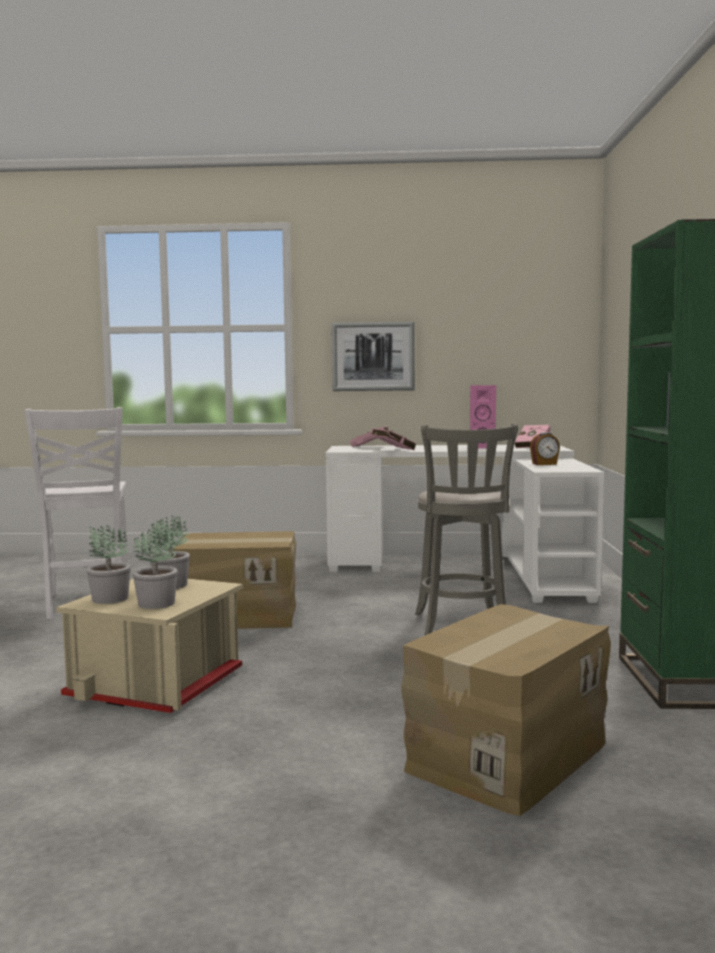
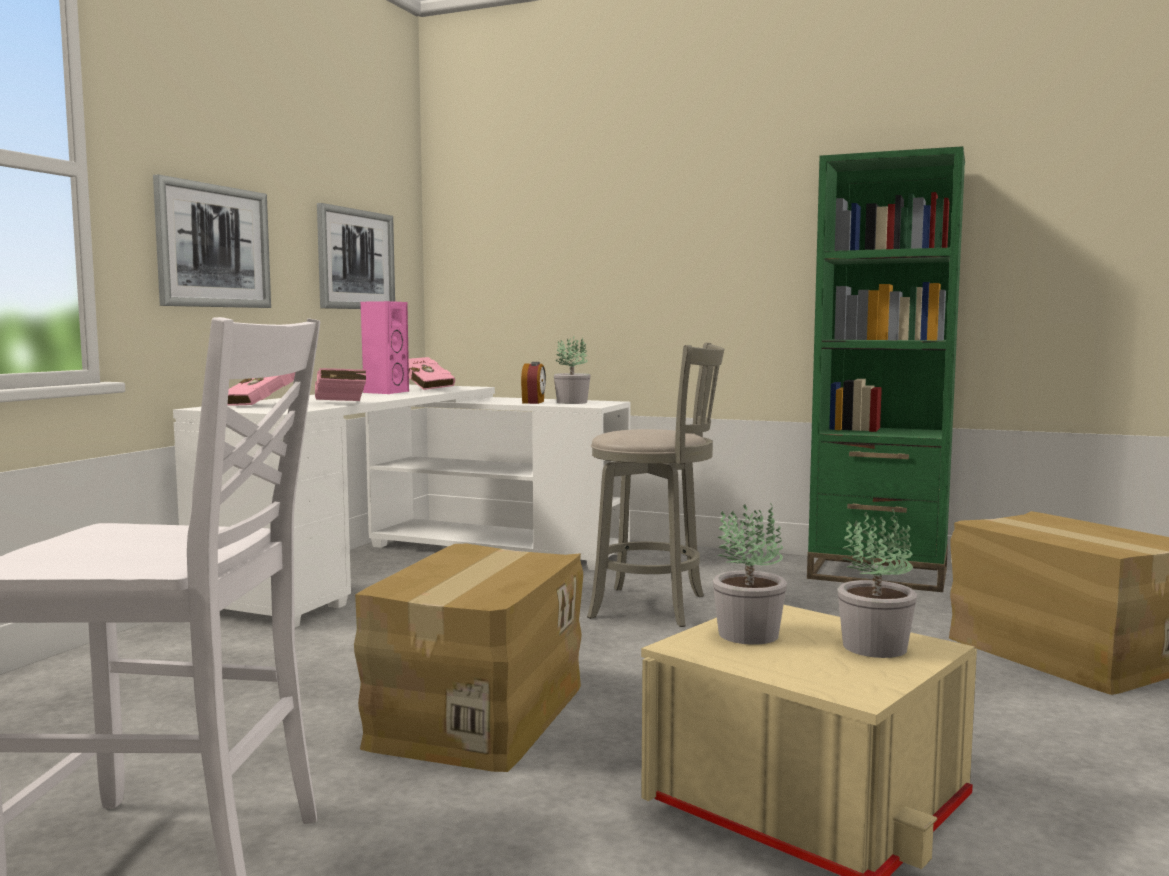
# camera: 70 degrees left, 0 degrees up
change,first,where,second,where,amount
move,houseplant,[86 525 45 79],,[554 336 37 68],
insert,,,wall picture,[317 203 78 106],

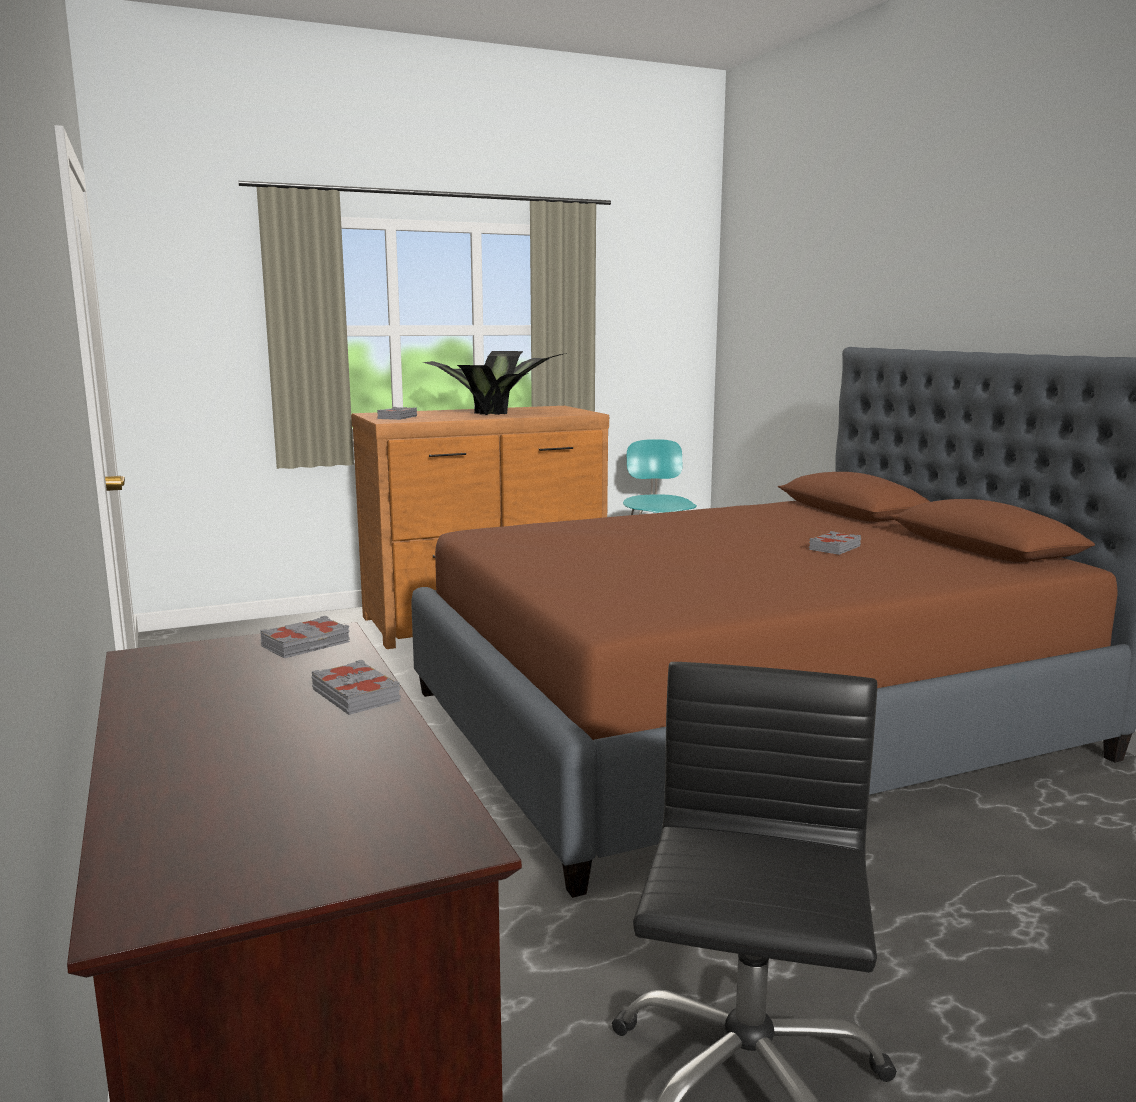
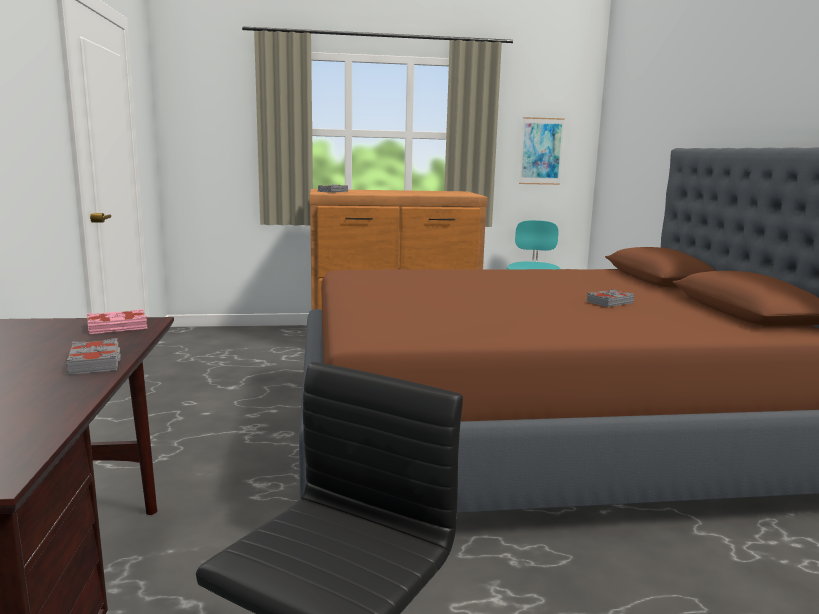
# camera: 15 degrees right, 0 degrees up
change,first,where,second,where,amount
recolor,grey book,[260 616 90 42],pinkish book,[87 309 60 25],
delete,houseplant,[423 351 144 64],,,
insert,,,wall picture,[519 117 46 68],

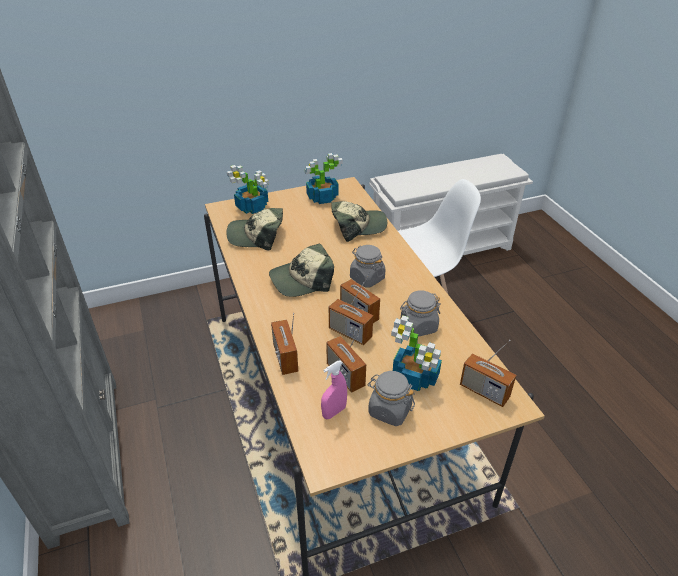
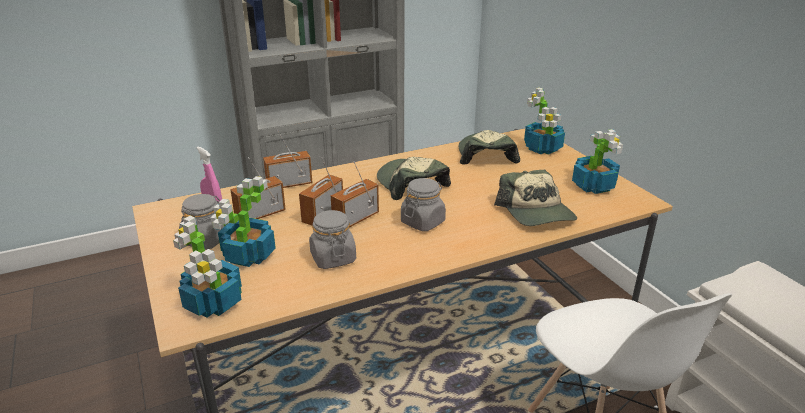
# camera: 85 degrees right, 10 degrees down
change,first,where,second,where,amount
replace,radio,[460 340 56 67],houseplant,[173 216 69 102],

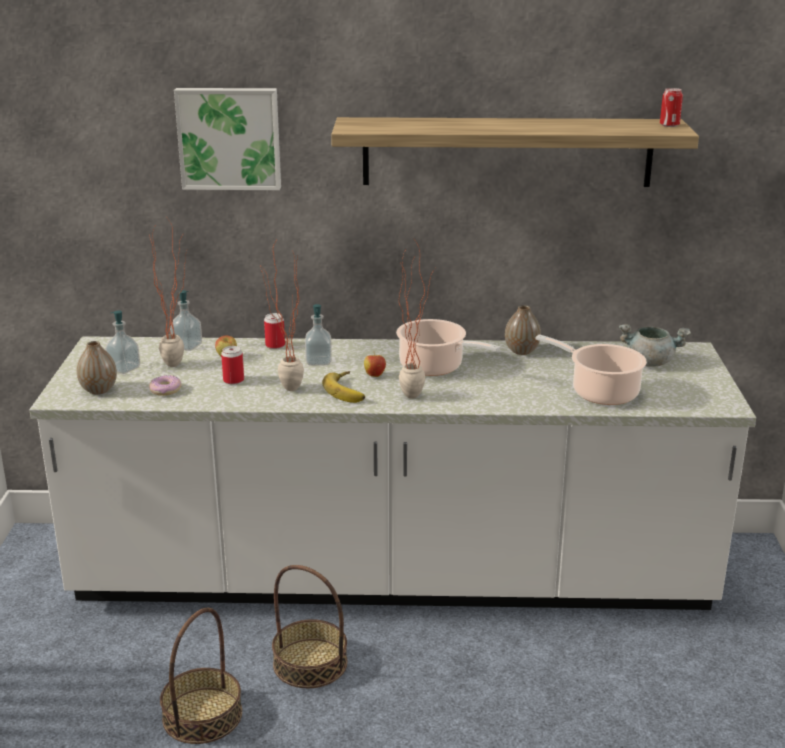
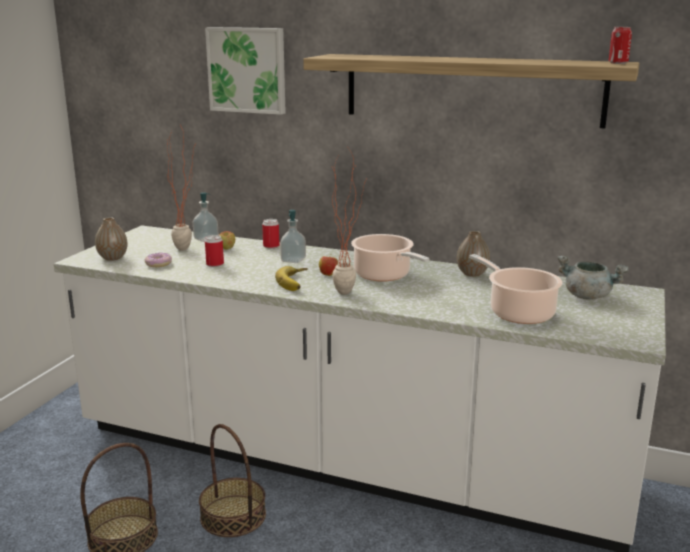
# camera: 20 degrees right, 5 degrees down
change,first,where,second,where,amount
delete,soap bottle,[105 311 35 63],,,
delete,houseplant,[260 238 44 153],,,

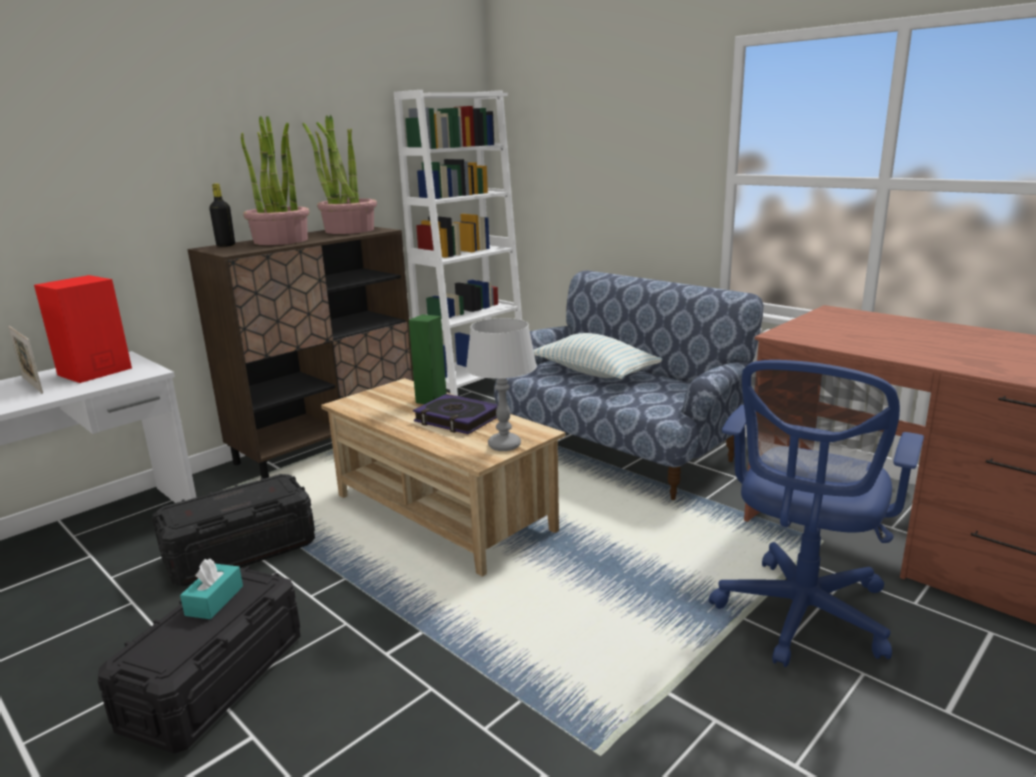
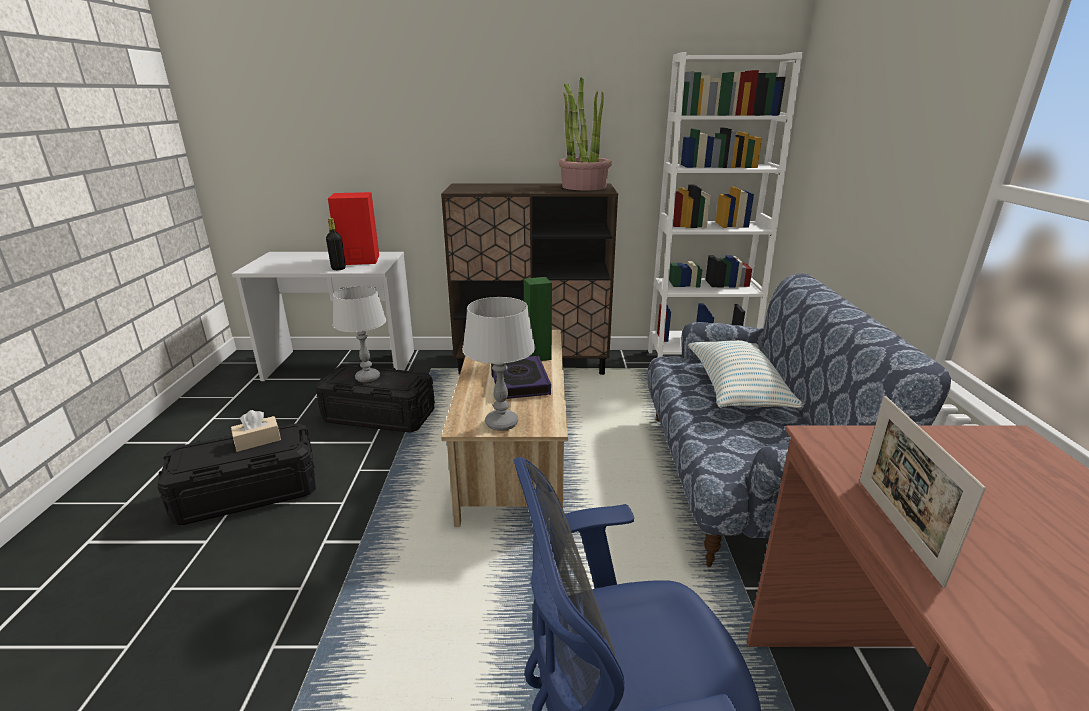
# camera: 45 degrees right, 5 degrees up
change,first,where,second,where,amount
move,picture frame,[8 326 35 68],,[859 396 127 191],
recolor,turquoise tissue holder,[180 559 63 60],sand-coloured tissue holder,[231 410 50 42],
move,blackish bottle,[209 183 26 64],,[326 218 20 52],
delete,houseplant,[241 116 68 129],,,
insert,,,grey tabletop lamp,[333 286 53 97],

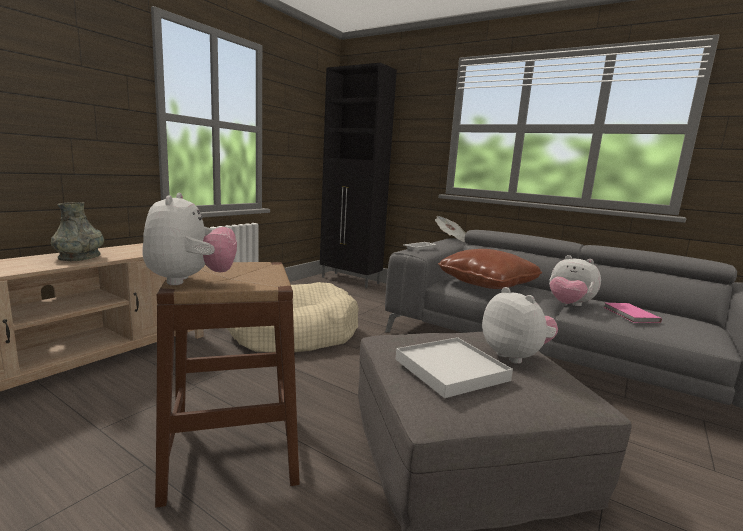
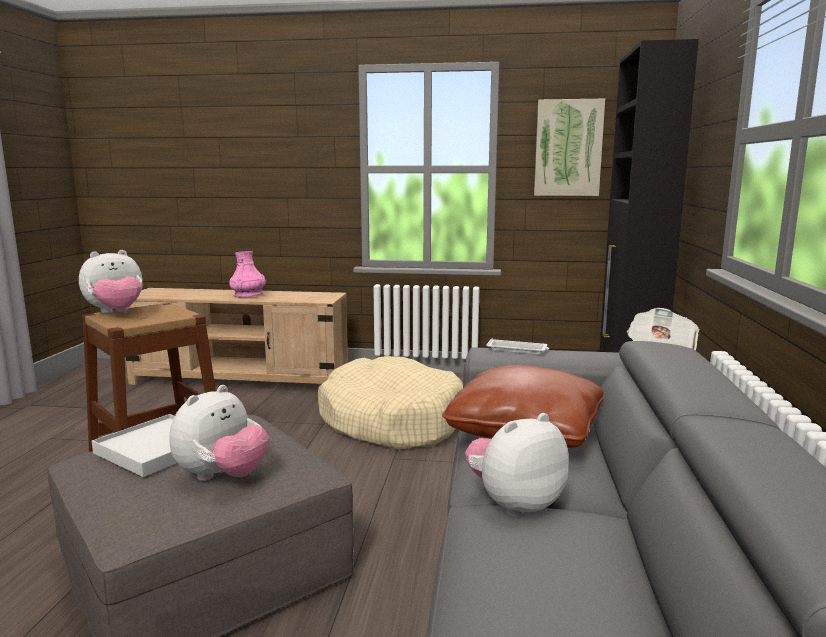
# camera: 65 degrees right, 0 degrees up
change,first,where,second,where,amount
recolor,grey vase,[51 202 53 59],pinkish vase,[229 251 37 47],
rotate,cuddly toy,[549 255 52 51],,[465 413 104 104],45 degrees clockwise
delete,pinkish book,[604 303 58 20],,,
insert,,,wall picture,[534 99 71 97],

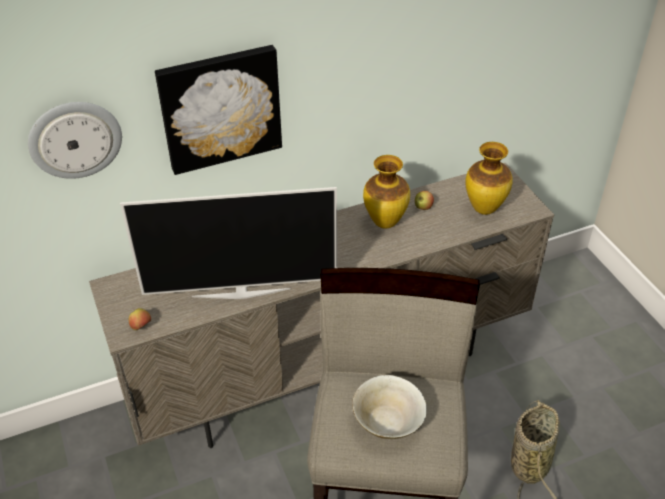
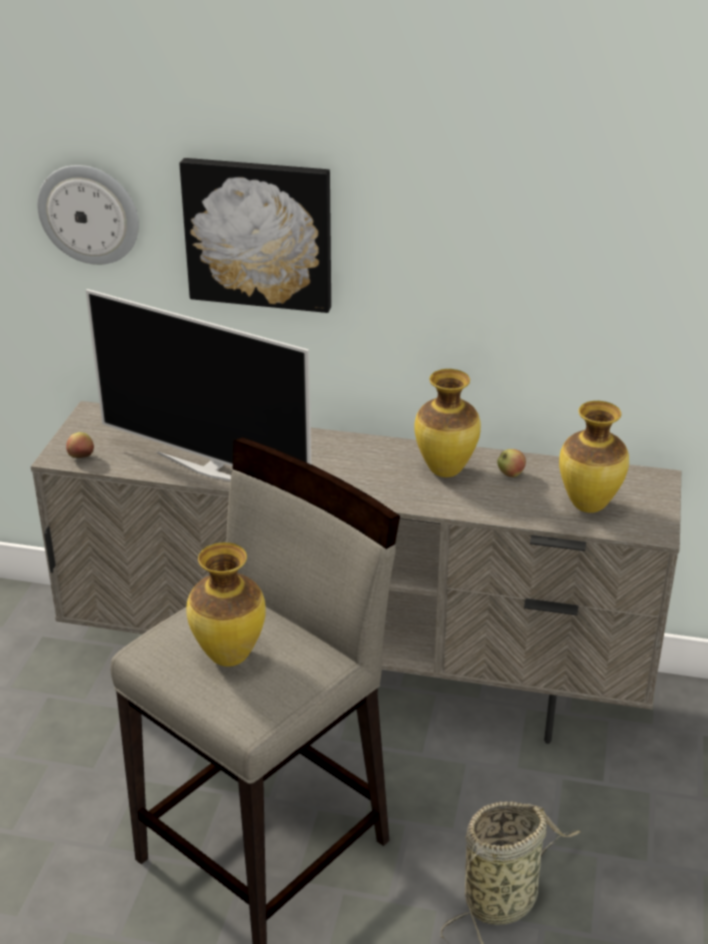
# camera: 35 degrees right, 10 degrees down
change,first,where,second,where,amount
replace,sand-coloured serving bowl,[352 375 75 64],vase,[186 542 80 125],

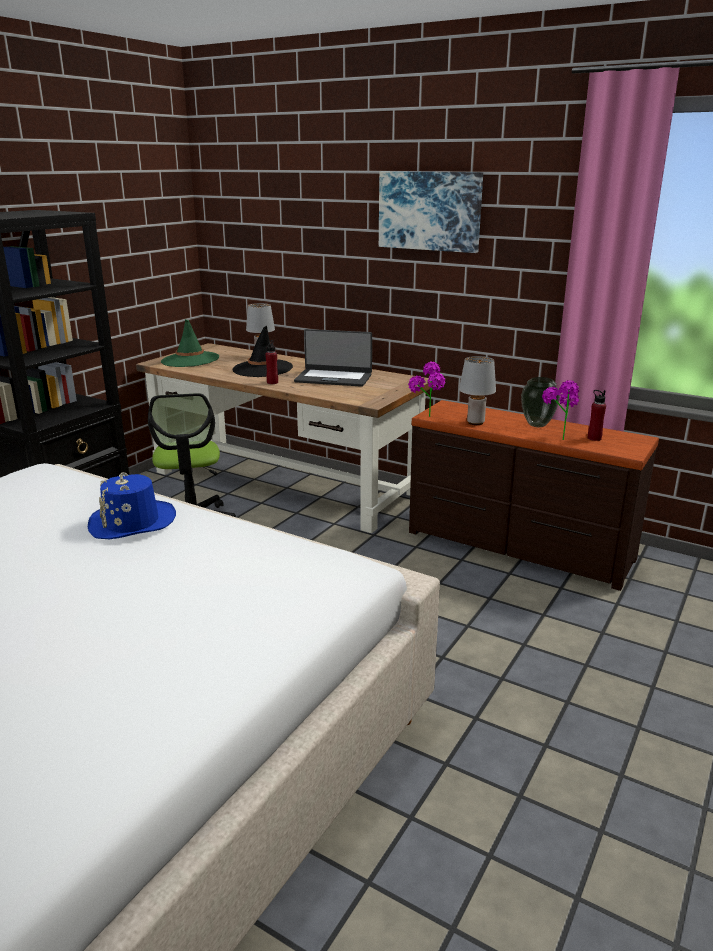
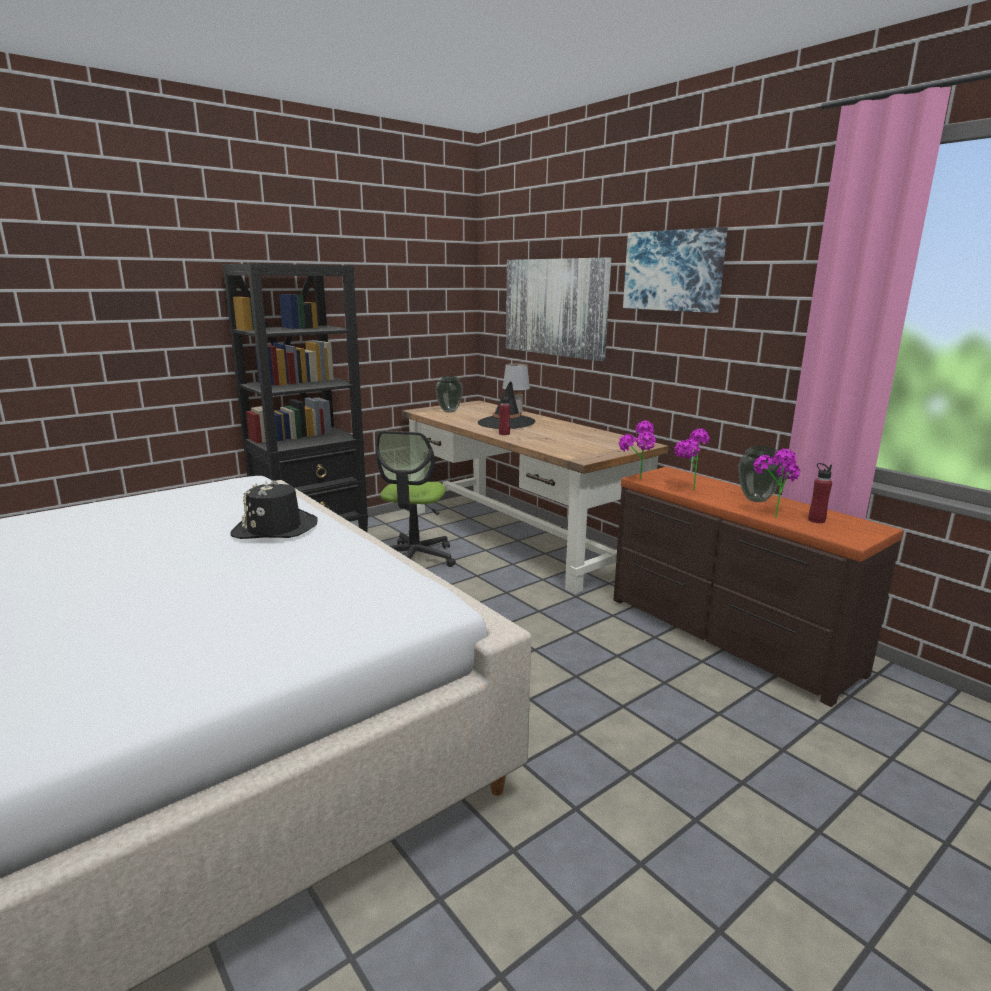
# camera: 20 degrees right, 5 degrees down
change,first,where,second,where,amount
recolor,blue-coloured clothing hat,[88 472 88 67],blackish clothing hat,[231 480 86 59],
replace,greenish clothing hat,[161 319 58 48],vase,[435 376 28 36],
delete,portable computer,[294 329 78 58],,,
replace,grey tabletop lamp,[459 356 37 69],houseplant,[674 429 36 61],
insert,,,wall picture,[506 257 105 104],

